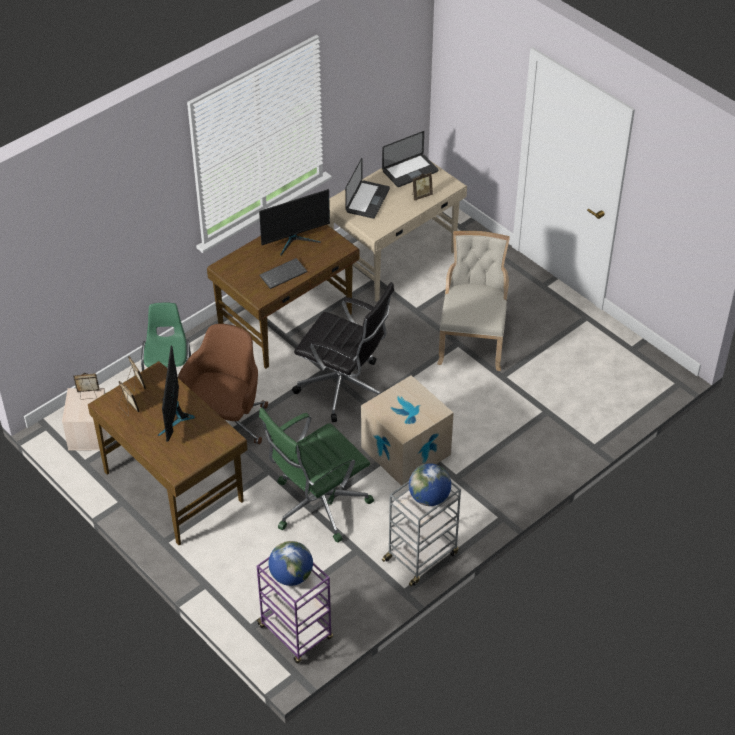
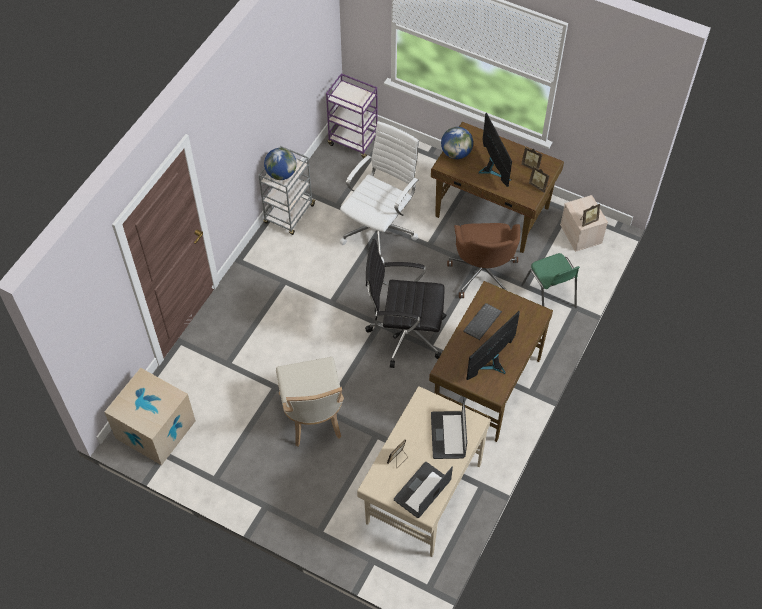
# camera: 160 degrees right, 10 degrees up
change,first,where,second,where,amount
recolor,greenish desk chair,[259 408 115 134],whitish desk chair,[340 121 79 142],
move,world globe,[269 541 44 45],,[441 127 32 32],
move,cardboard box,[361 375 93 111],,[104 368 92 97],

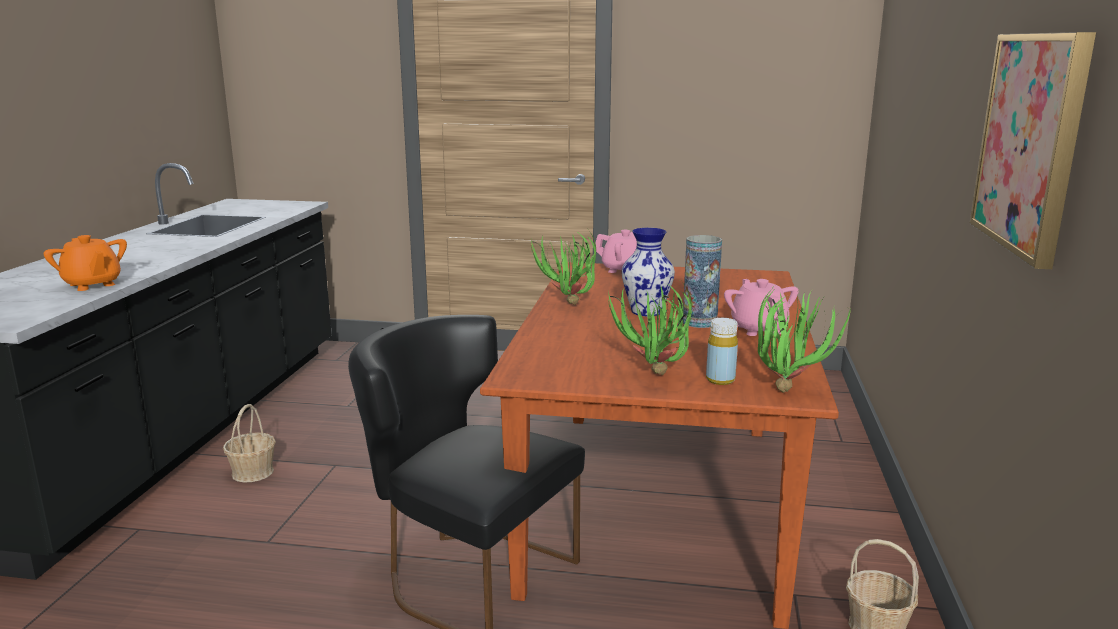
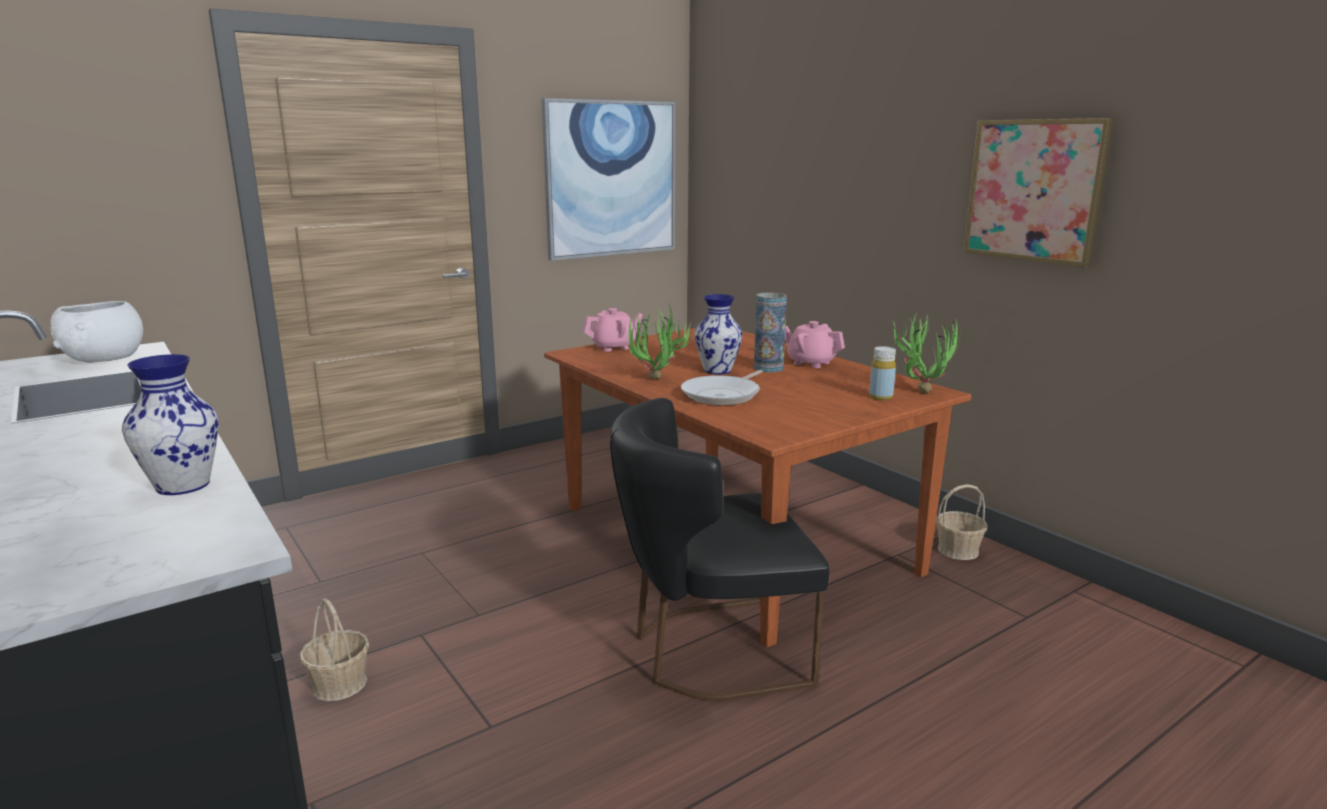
# camera: 45 degrees left, 0 degrees up
change,first,where,second,where,amount
replace,orange-coloured tea pot,[44 235 83 56],vase,[122 354 97 141],
delete,houseplant,[608 285 86 90],,,
insert,,,whitish serving bowl,[50 301 93 62],
insert,,,wall picture,[541 98 134 163],
insert,,,frying pan,[681 370 82 36],

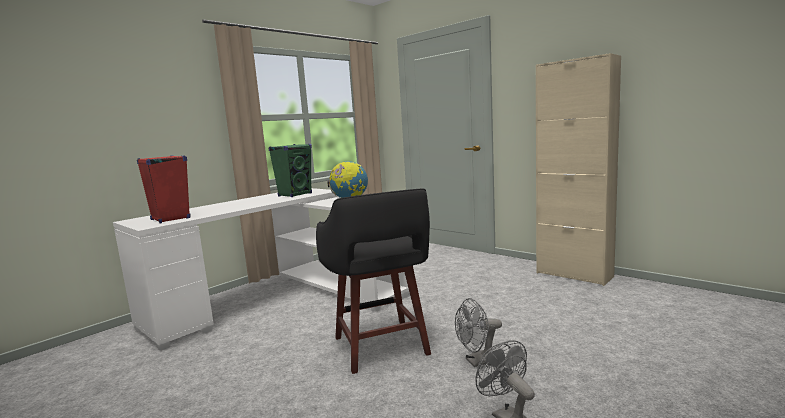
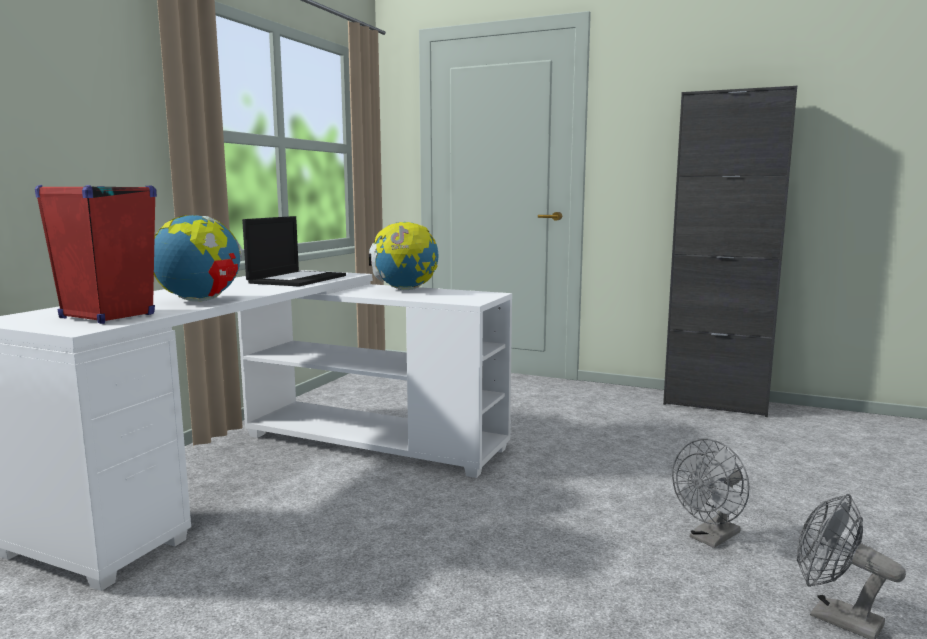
# camera: 20 degrees left, 0 degrees up
change,first,where,second,where,amount
replace,greenish speaker,[269 144 43 53],portable computer,[242 216 104 71],
delete,blackish stool,[316 189 115 185],,,
recolor,sand-coloured cupboard,[536 53 85 233],blackish cupboard,[663 86 134 331],
insert,,,world globe,[154 215 88 87],

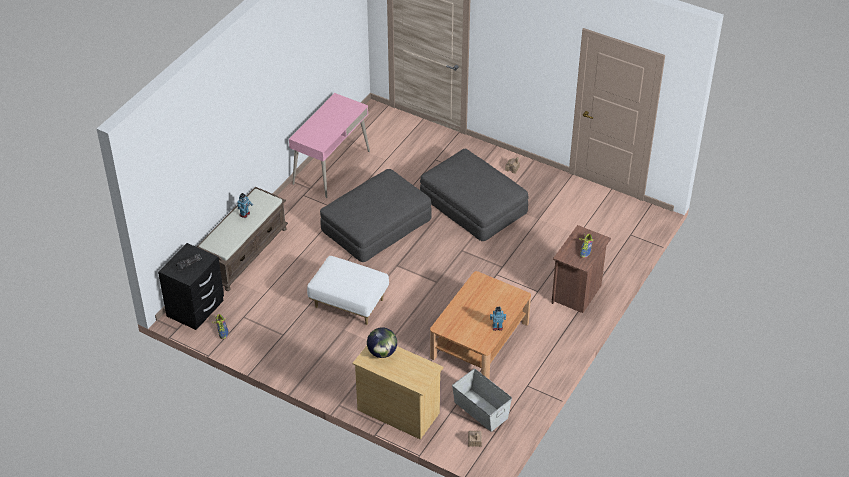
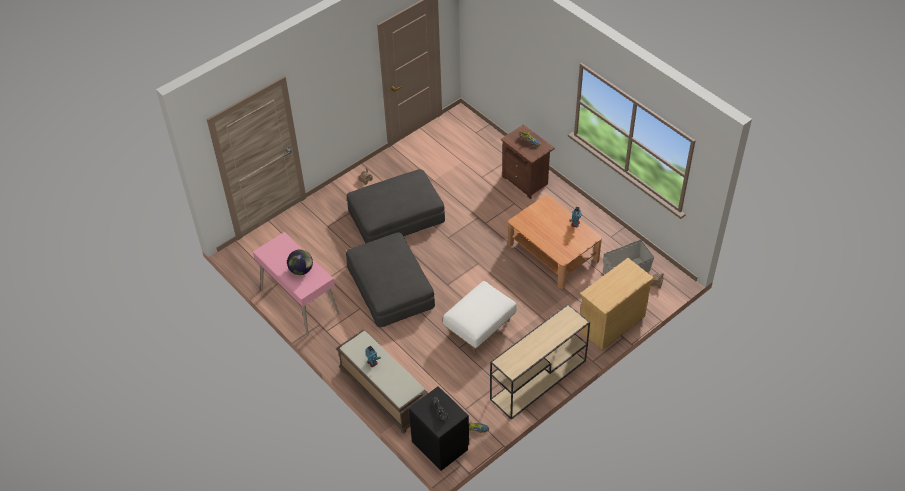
# camera: 70 degrees left, 5 degrees up
change,first,where,second,where,amount
move,world globe,[367 327 30 31],,[287 249 26 26],
insert,,,sand-coloured narrow table,[490 304 100 116],

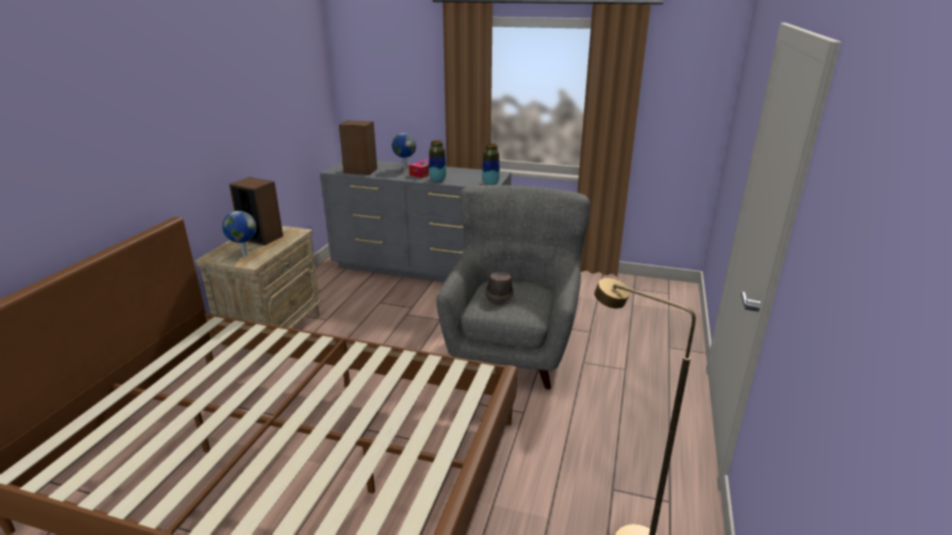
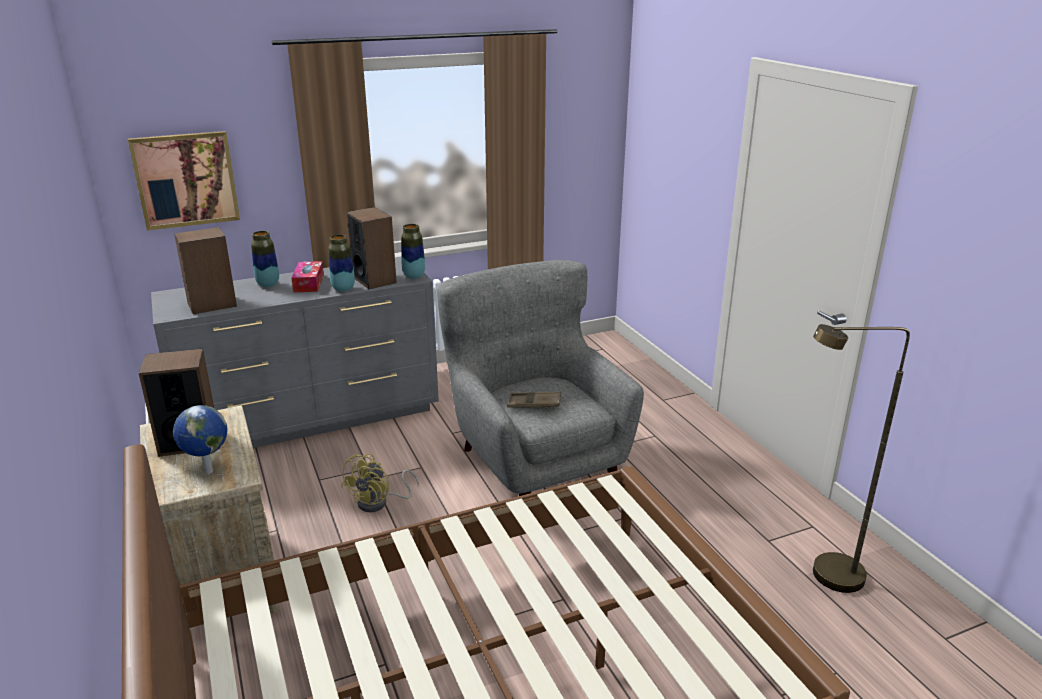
# camera: 40 degrees left, 0 degrees up
change,first,where,second,where,amount
replace,world globe,[392 133 24 36],vase,[251 231 28 56],
replace,brown clothing hat,[485 272 29 35],brown serving tray,[507 392 54 16],
insert,,,wall picture,[128 131 112 100],
insert,,,yellowish electric fan,[341 453 78 59],
insert,,,speaker,[346 207 51 82],

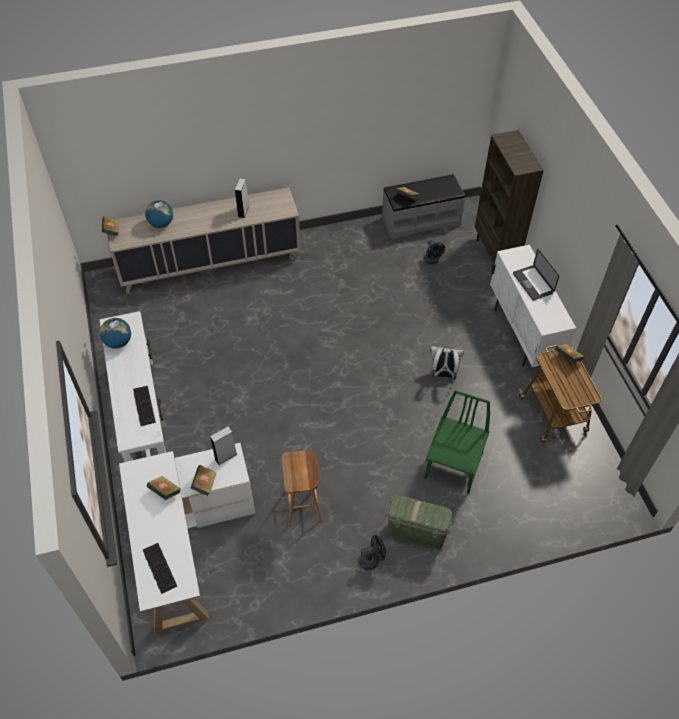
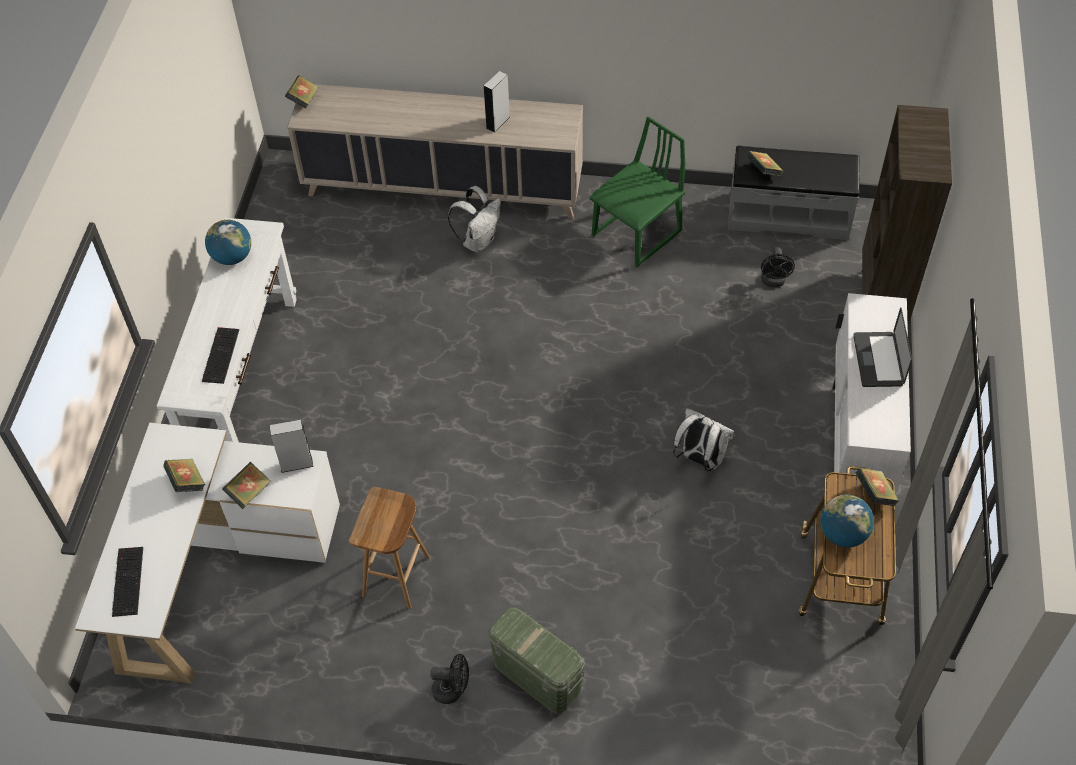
# camera: 25 degrees right, 0 degrees up
change,first,where,second,where,amount
move,world globe,[145 200 28 28],,[820 495 54 52],
move,greenish chair,[424 390 66 104],,[589 116 96 151],
insert,,,whitish backpack,[448 186 53 67],

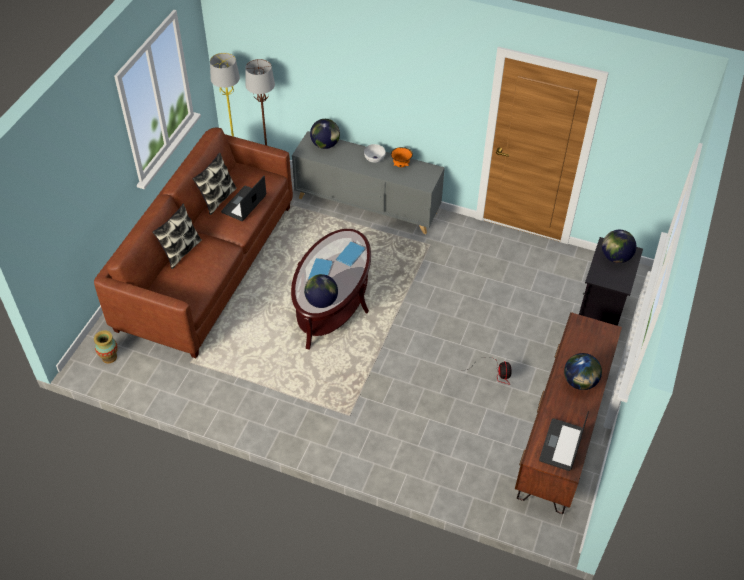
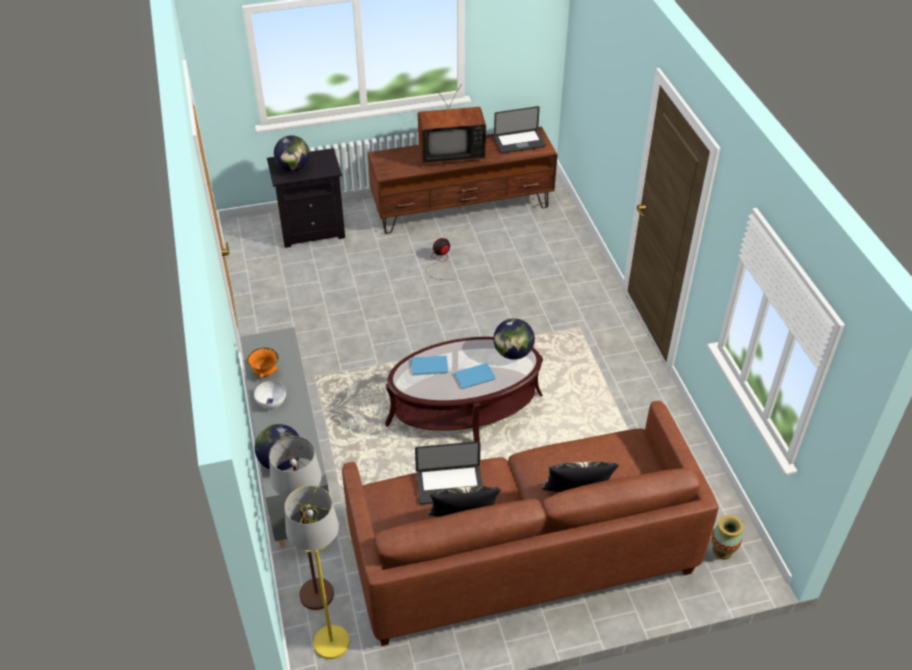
# camera: 125 degrees left, 5 degrees down
change,first,where,second,where,amount
replace,world globe,[564 353 38 37],television,[418 84 68 81],

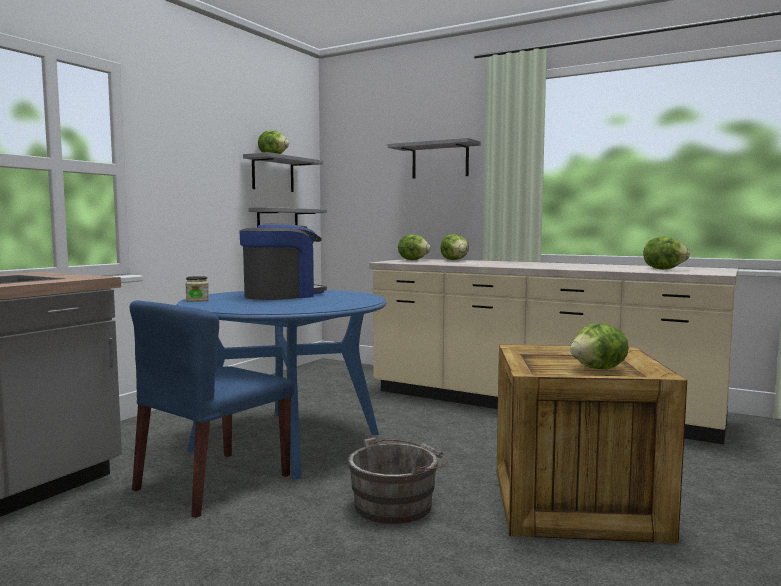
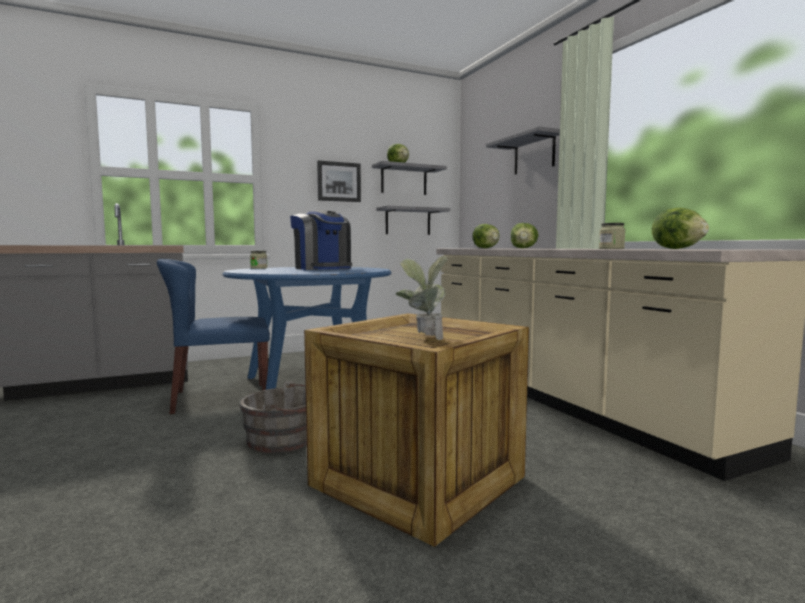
# camera: 35 degrees right, 0 degrees up
change,first,where,second,where,amount
rotate,coffee machine,[240 223 87 77],,[290 210 62 60],60 degrees clockwise
replace,lettuce,[570 324 59 46],houseplant,[395 256 53 84],
insert,,,wall picture,[317 160 44 42],
insert,,,jar,[599 223 26 26],

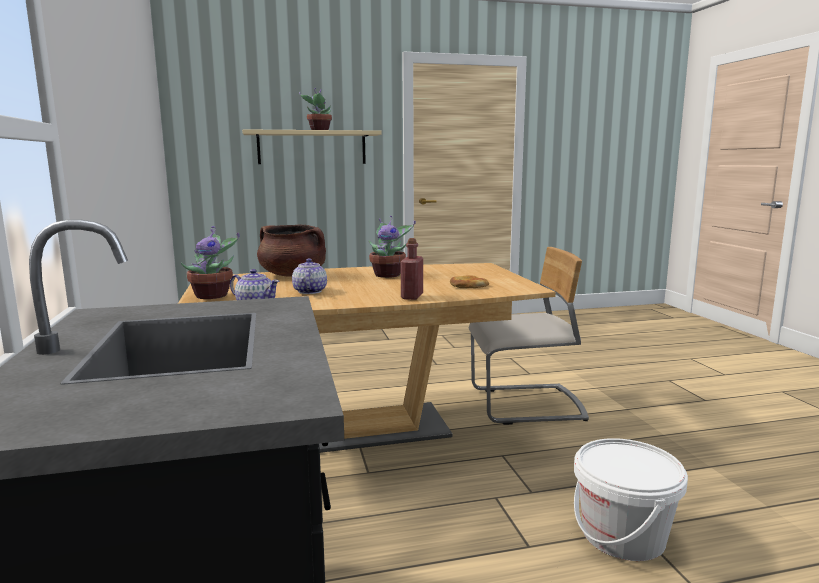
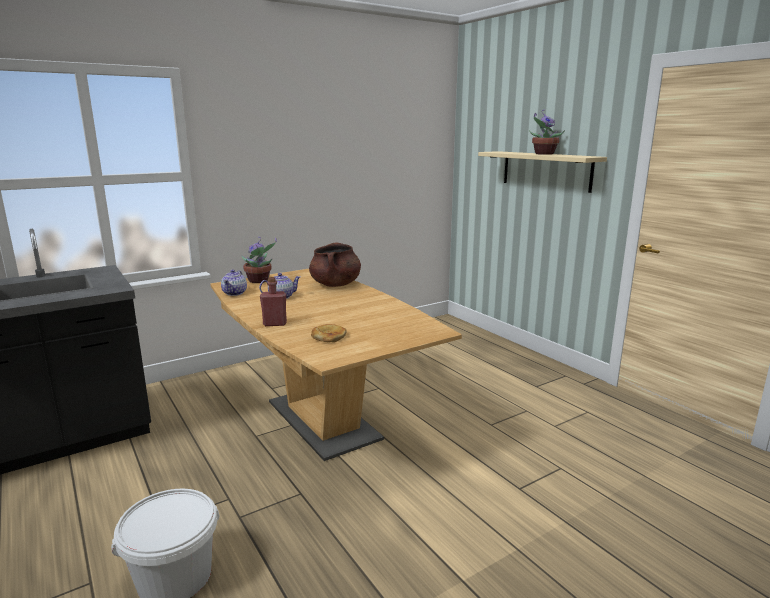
# camera: 70 degrees right, 5 degrees up
change,first,where,second,where,amount
delete,houseplant,[369 216 47 62],,,
delete,sand-coloured chair,[469 247 120 178],,,

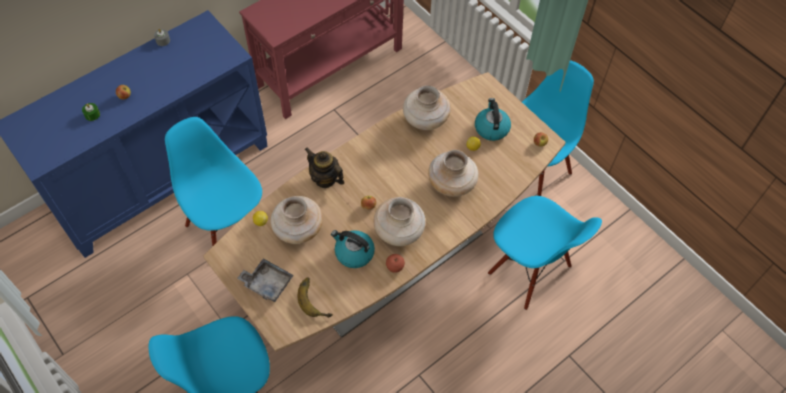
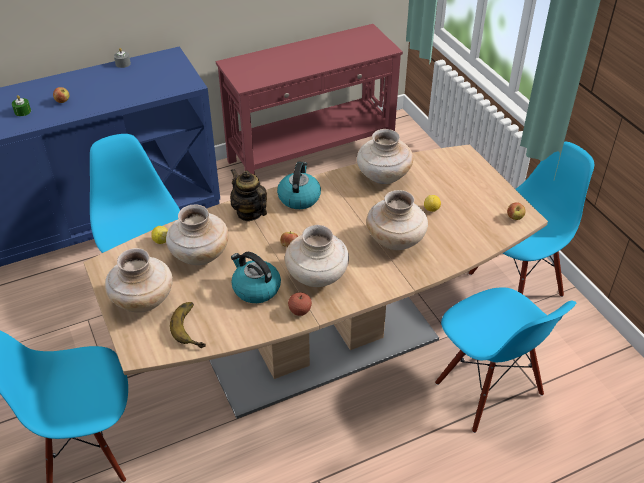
# camera: 15 degrees right, 15 degrees down
change,first,where,second,where,amount
replace,grey serving tray,[237 258 57 44],sand-coloured vase,[105 248 68 65],
move,water kettle,[475 98 36 43],,[277 161 44 48],

